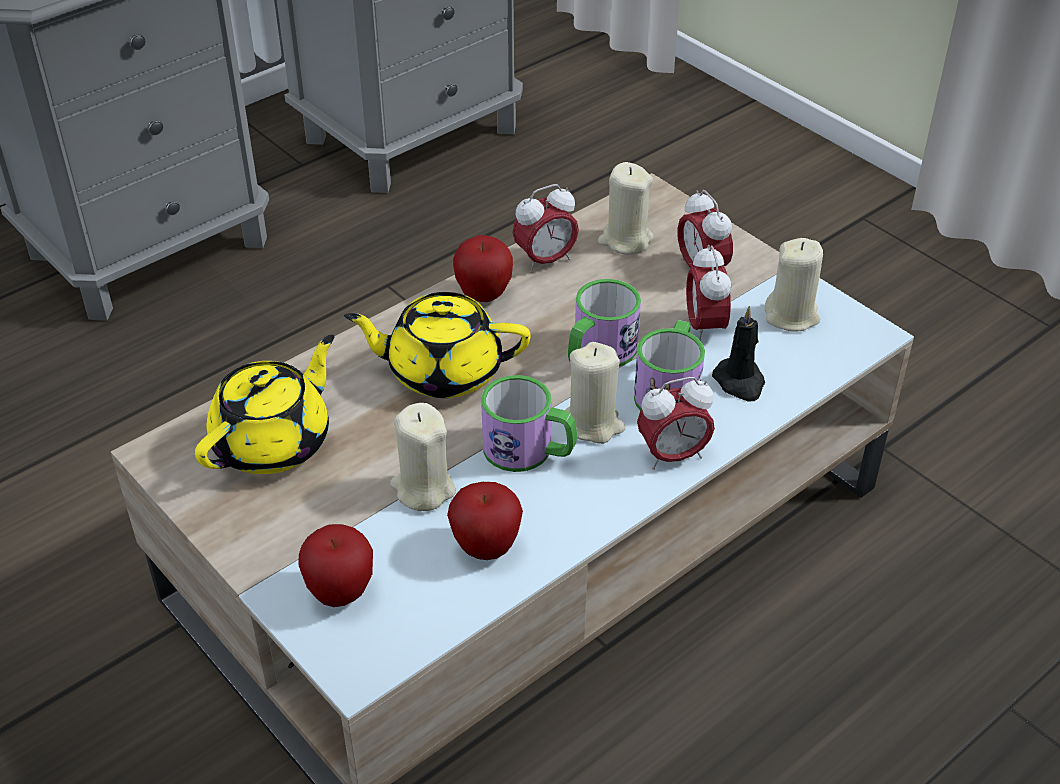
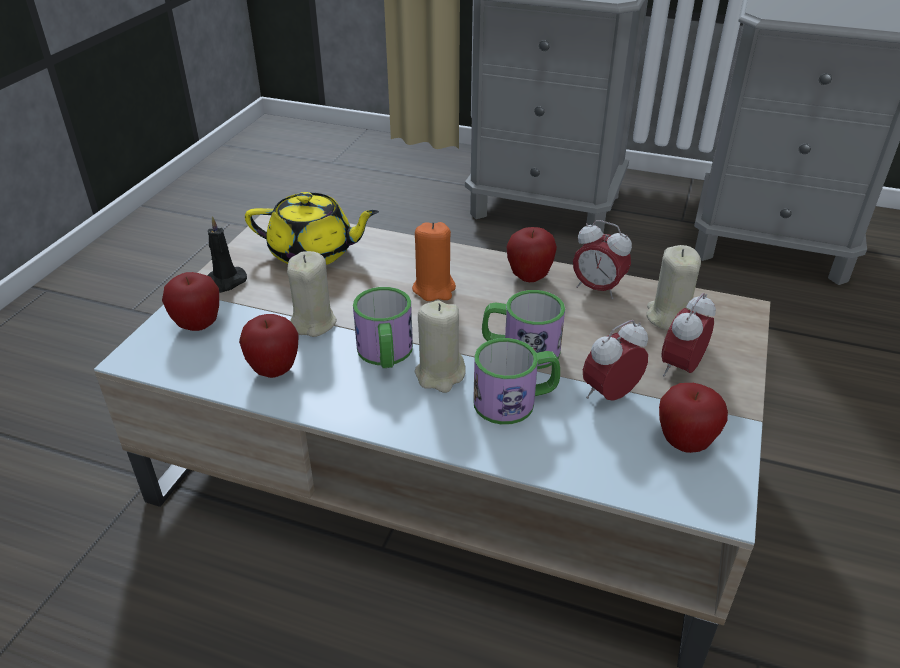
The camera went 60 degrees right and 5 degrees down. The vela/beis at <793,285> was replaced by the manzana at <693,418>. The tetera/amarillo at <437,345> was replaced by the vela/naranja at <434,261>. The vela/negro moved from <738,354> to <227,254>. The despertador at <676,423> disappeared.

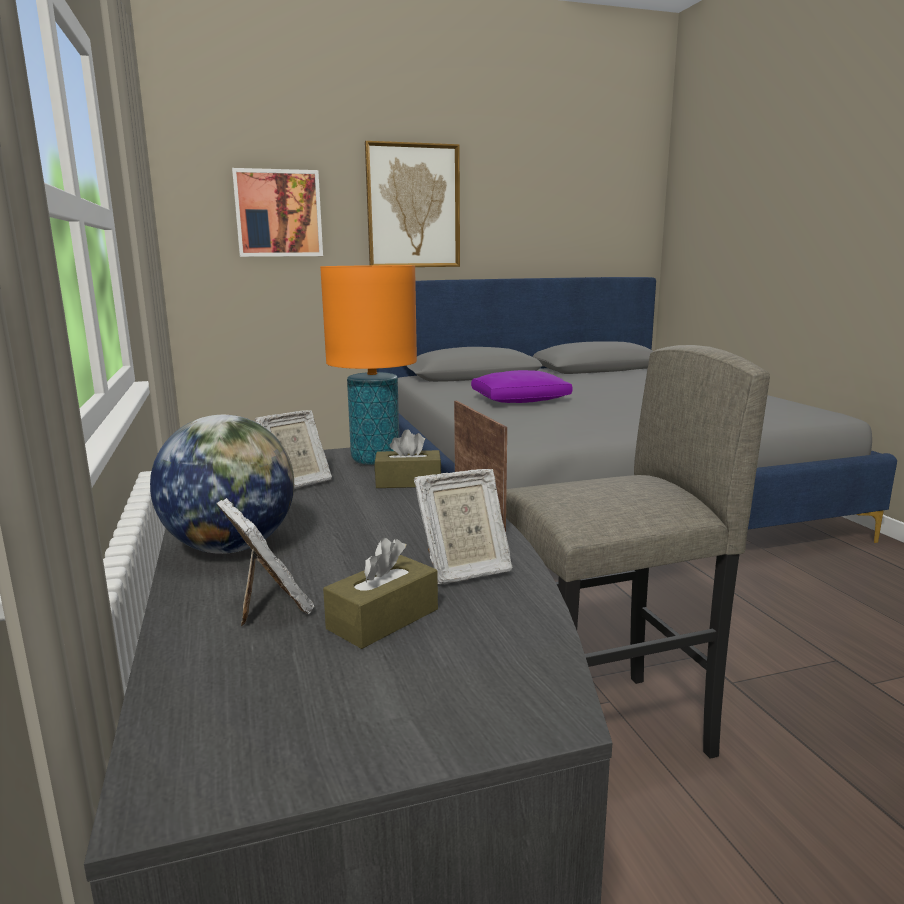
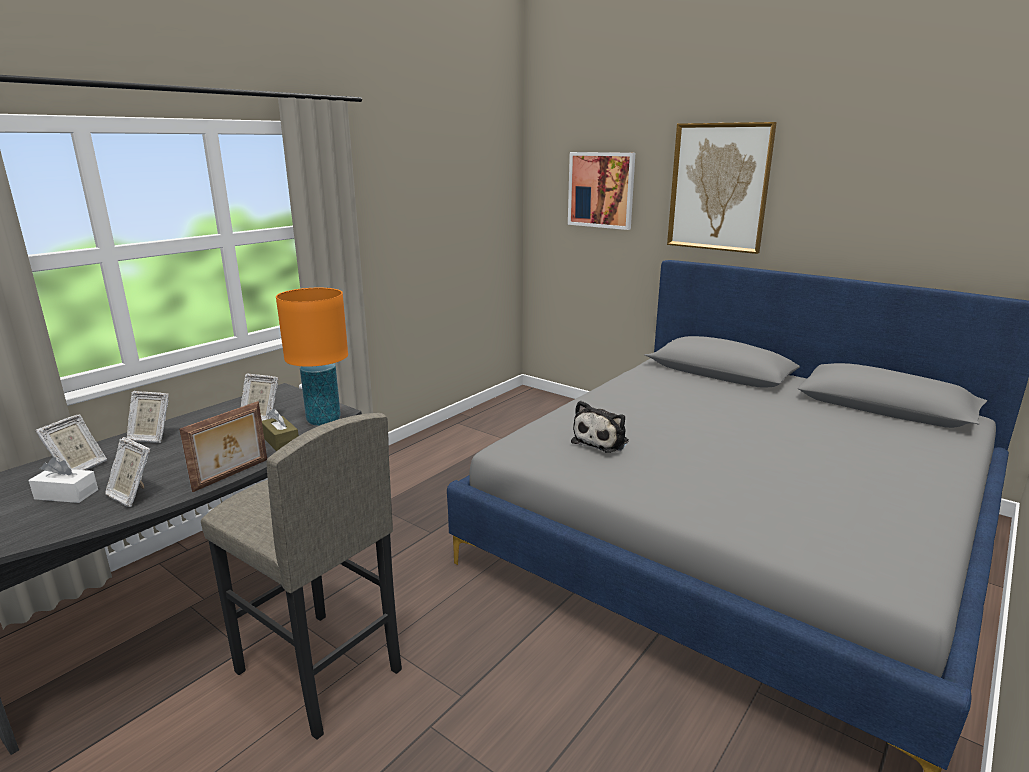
The camera went 55 degrees right and 5 degrees up. The cojín/morado at <522,386> disappeared. The globo terráqueo at <222,484> was replaced by the portarretratos at <148,417>. The caja de pañuelos/marrón at <380,593> became the caja de pañuelos/blanco at <63,480>. The peluche at <600,427> appeared.

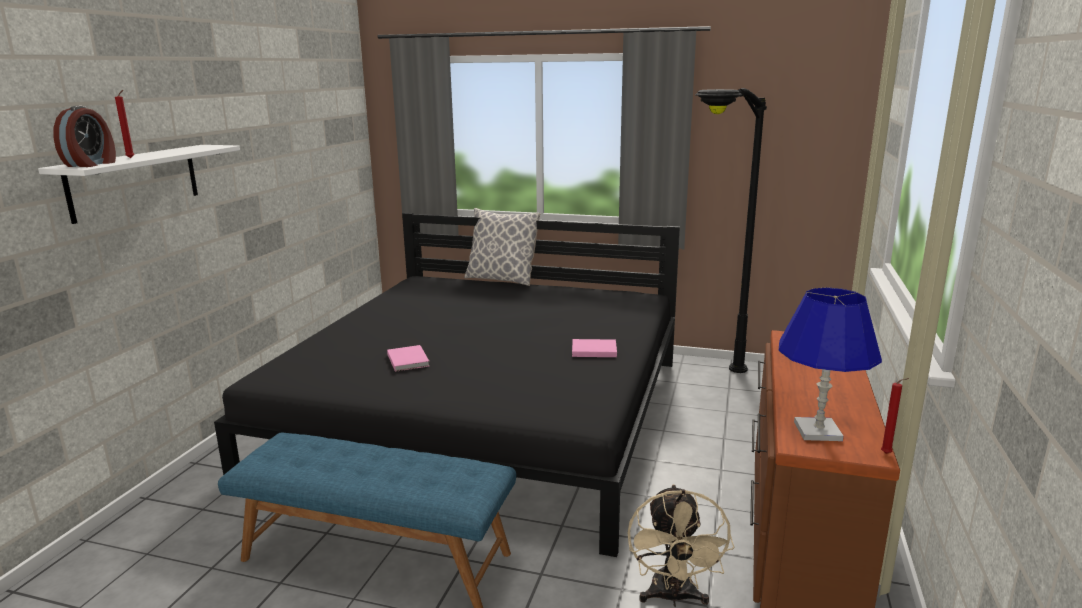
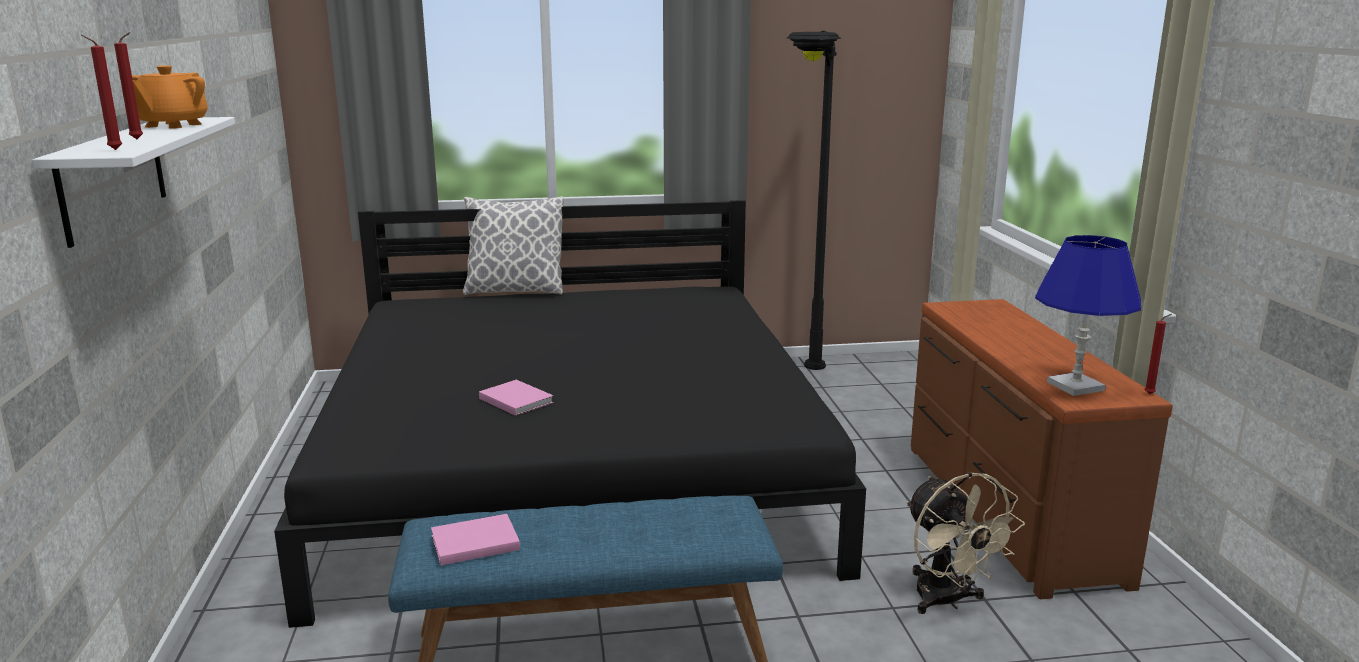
The camera went 25 degrees left and 0 degrees up. The despertador at <85,136> was replaced by the vela/rojo at <101,92>. The libro/rosa moved from <594,348> to <475,539>. The tetera/naranja at <170,97> appeared.

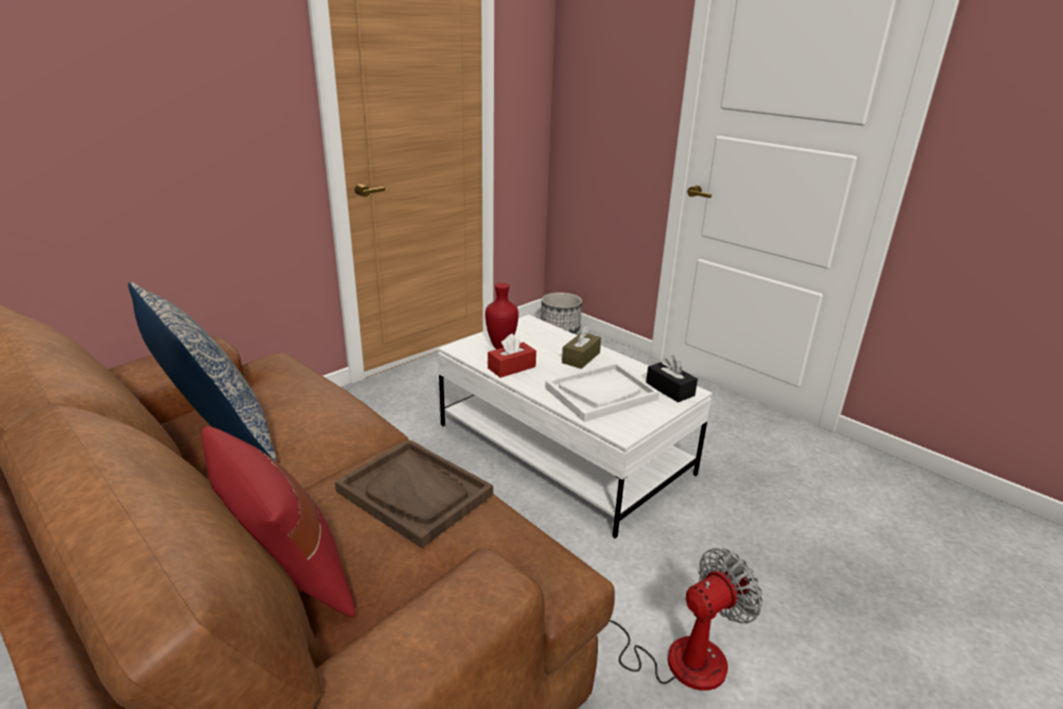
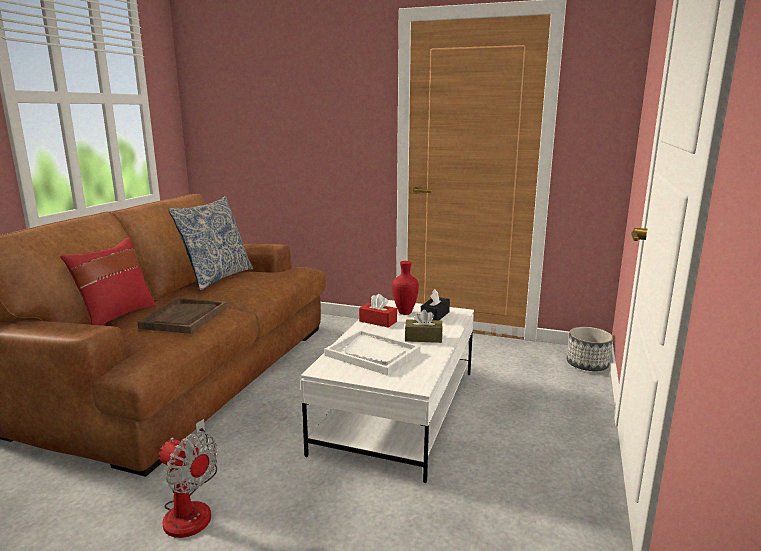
The camera went 65 degrees right and 10 degrees down. The caja de pañuelos/negro moved from <672,378> to <435,304>.

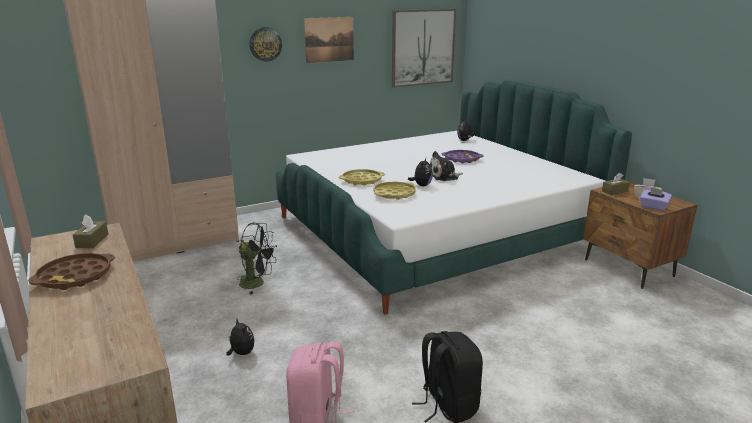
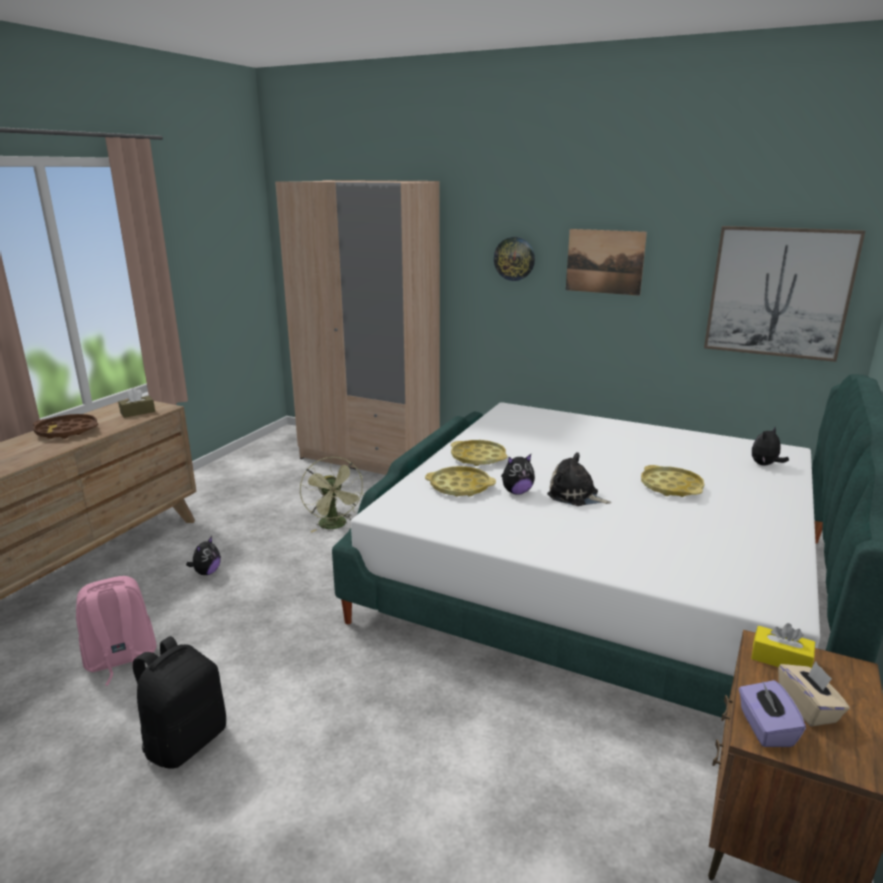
The camera went 55 degrees right and 0 degrees up. The bandeja/morado at <463,156> became the bandeja/amarillo at <672,481>. The caja de pañuelos/marrón at <616,184> became the caja de pañuelos/amarillo at <783,645>. The ventilador/negro at <256,259> became the ventilador/verde at <332,494>.

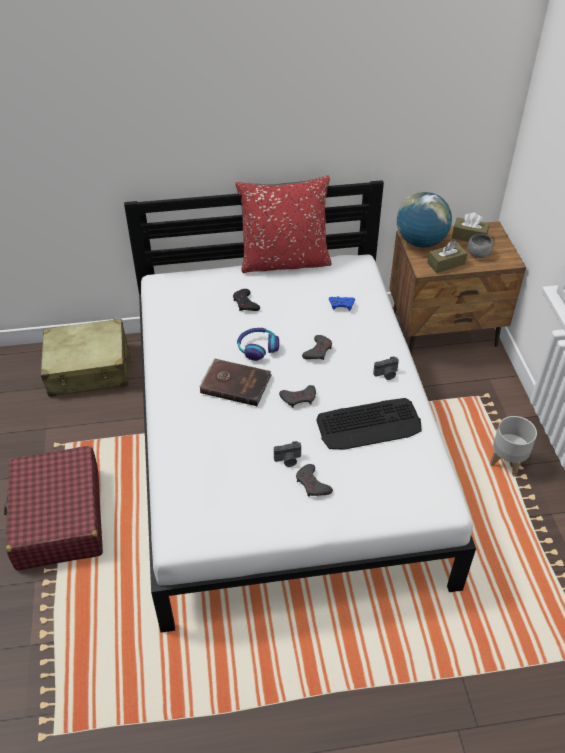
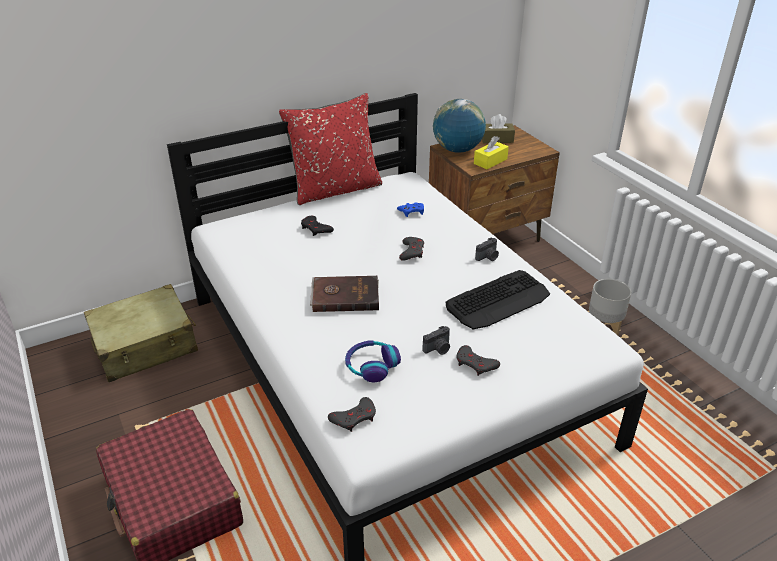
The camera went 20 degrees left and 10 degrees down. The cuenco/gris at <480,246> disappeared. The caja de pañuelos/marrón at <447,257> became the caja de pañuelos/amarillo at <491,152>. The auriculares moved from <258,344> to <373,361>. The mando de consola/gris moved from <297,396> to <352,414>.

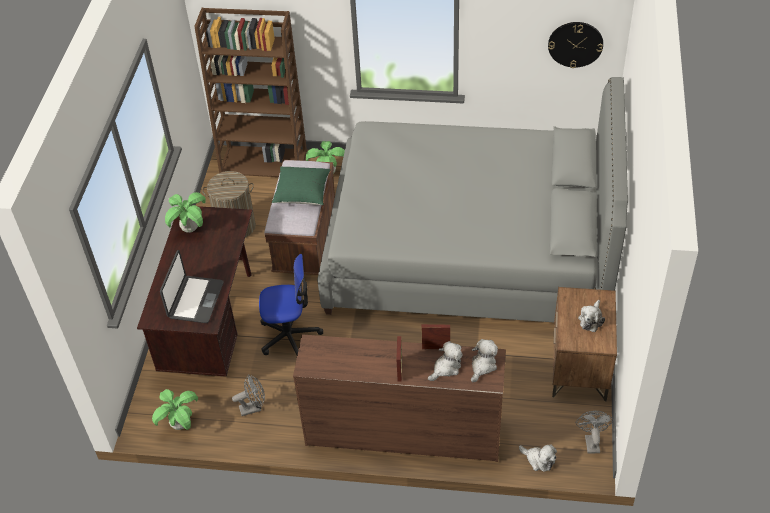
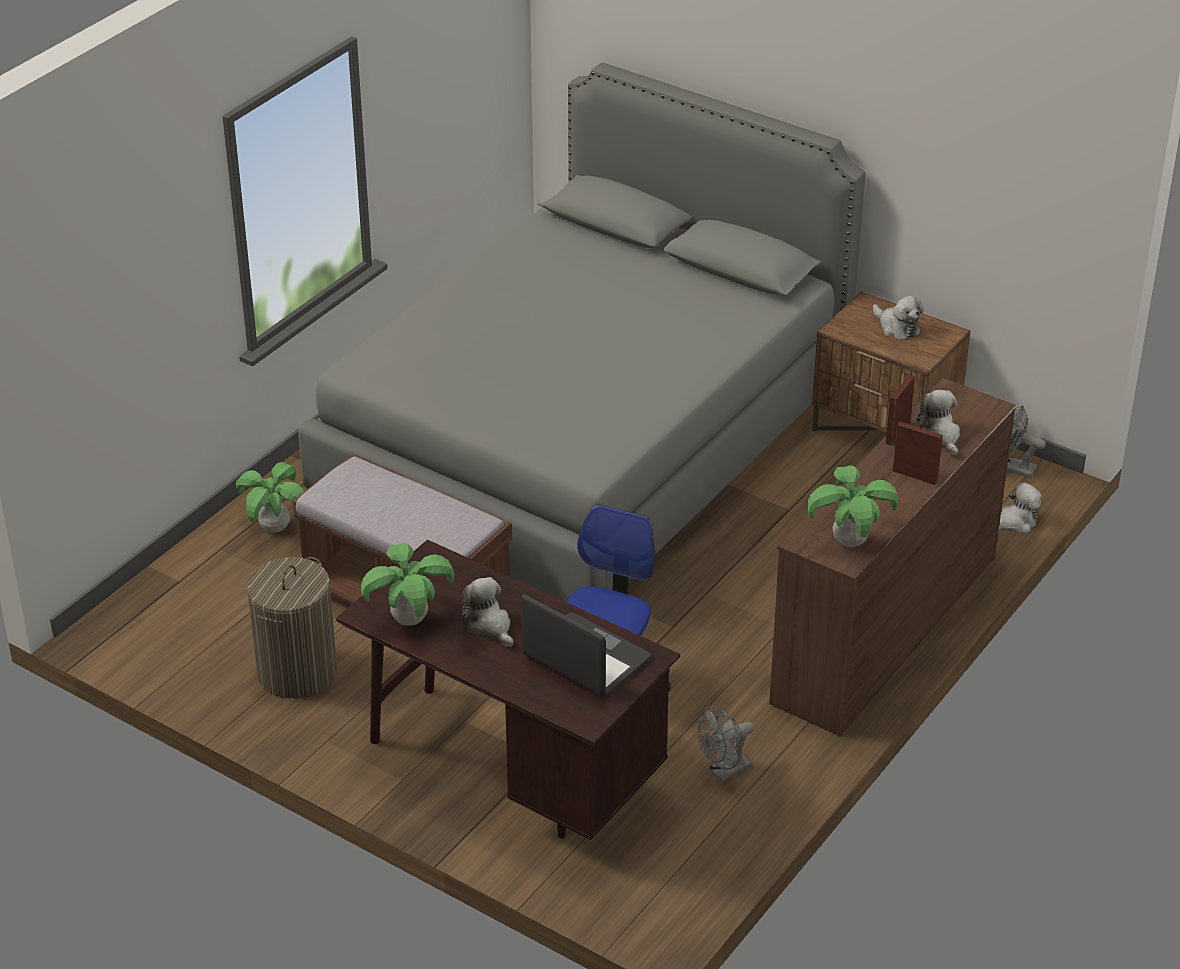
The camera went 65 degrees left and 10 degrees down. The estantería/marrón at <250,92> disappeared. The reloj de pared at <575,45> disappeared. The cojín/verde at <301,185> disappeared. The peluche moved from <484,360> to <487,612>. The ventilador/gris at <248,395> turned 135 degrees counterclockwise. The planta en maceta moved from <175,409> to <853,506>.

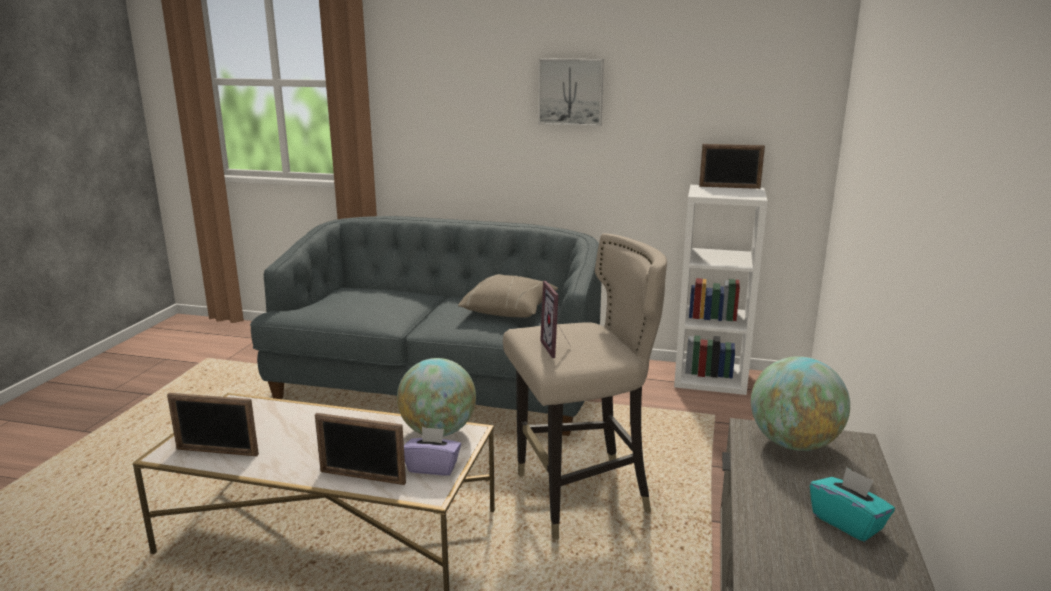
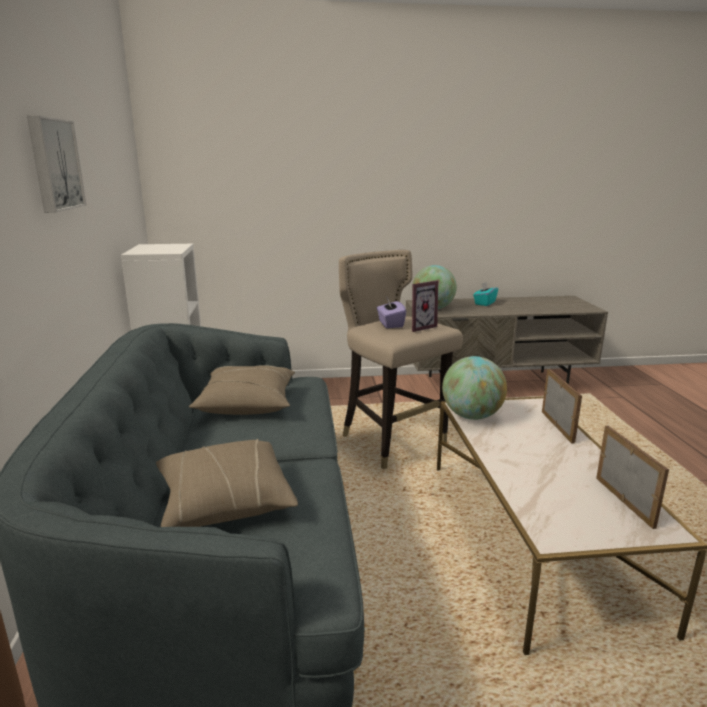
The camera went 110 degrees left and 0 degrees up. The portarretratos at <732,166> disappeared. The caja de pañuelos/morado moved from <432,451> to <391,312>. The cojín/beis at <227,483> appeared.

